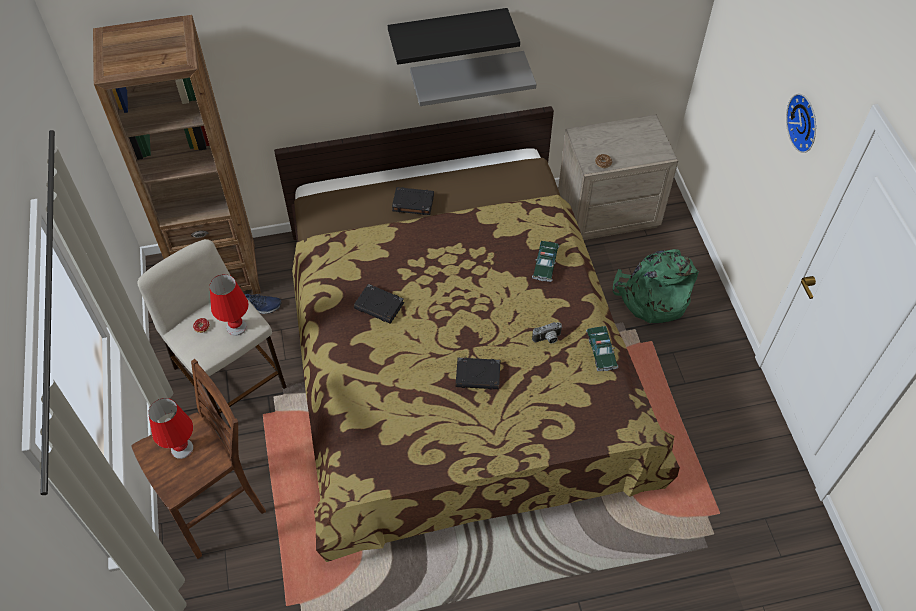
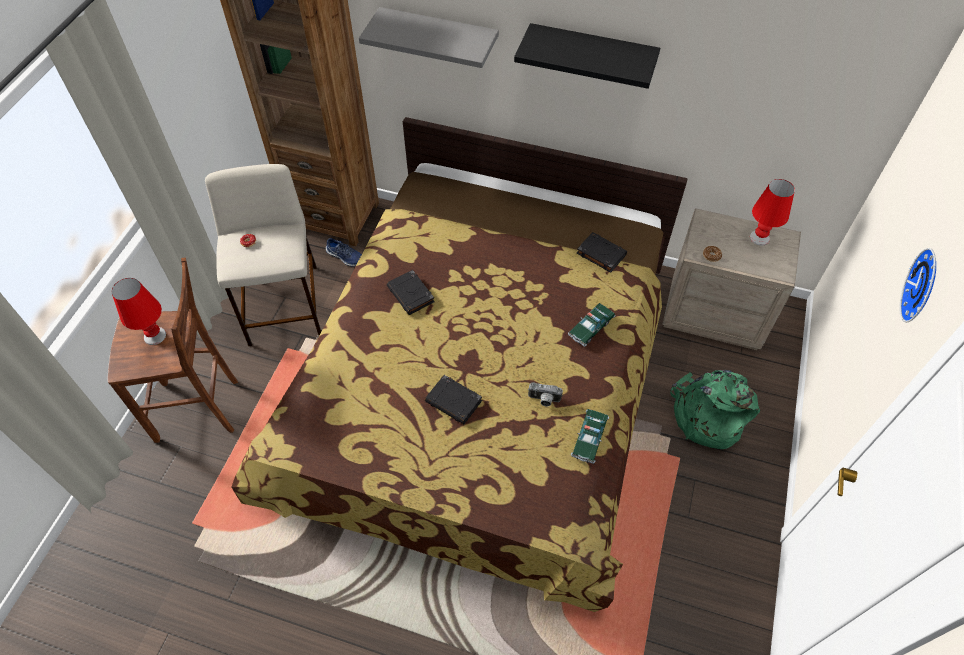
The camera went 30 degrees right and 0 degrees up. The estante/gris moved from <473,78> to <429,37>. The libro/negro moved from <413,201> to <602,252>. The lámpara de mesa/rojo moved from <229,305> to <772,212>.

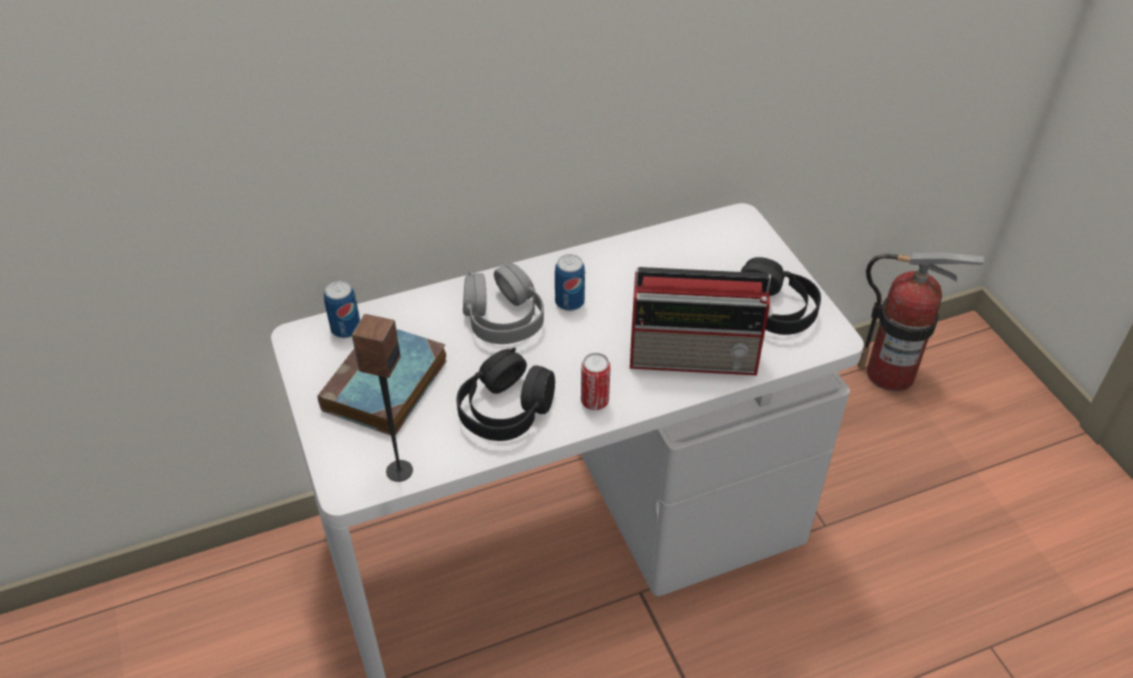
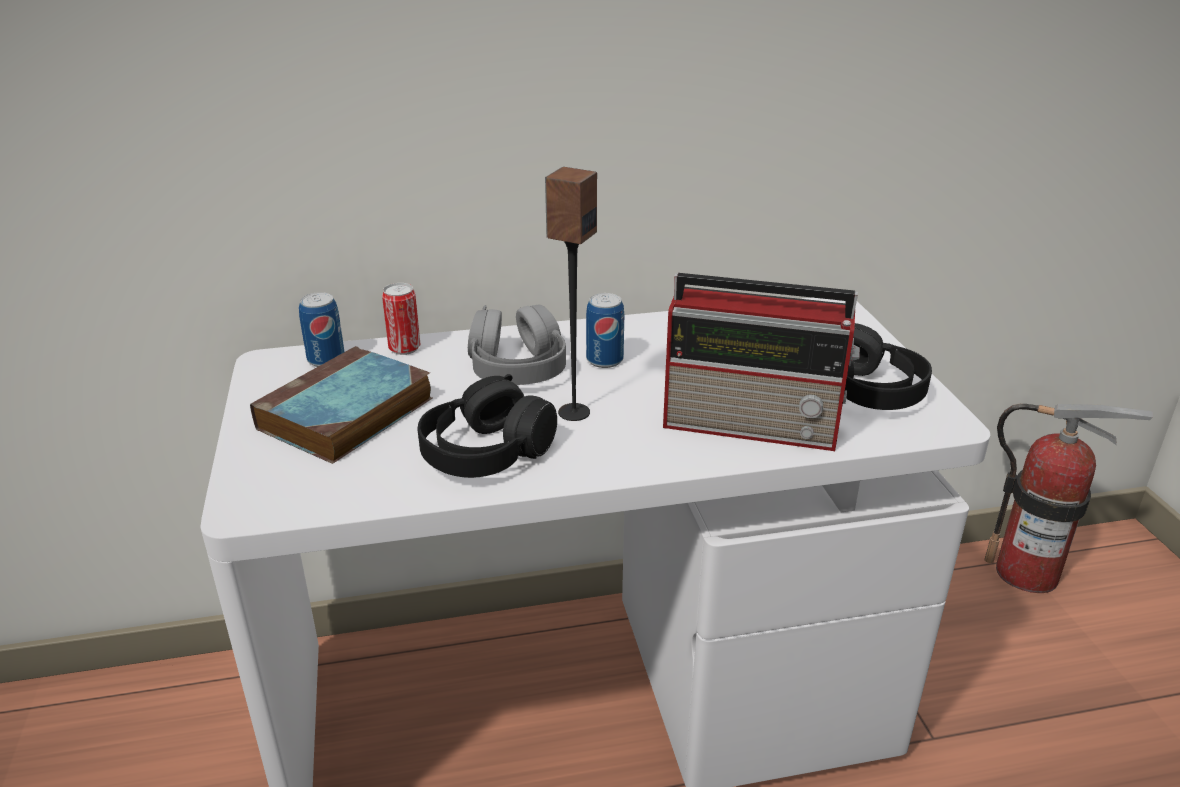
The camera went 10 degrees right and 15 degrees down. The altavoz moved from <382,398> to <571,294>. The lata moved from <596,381> to <401,319>.

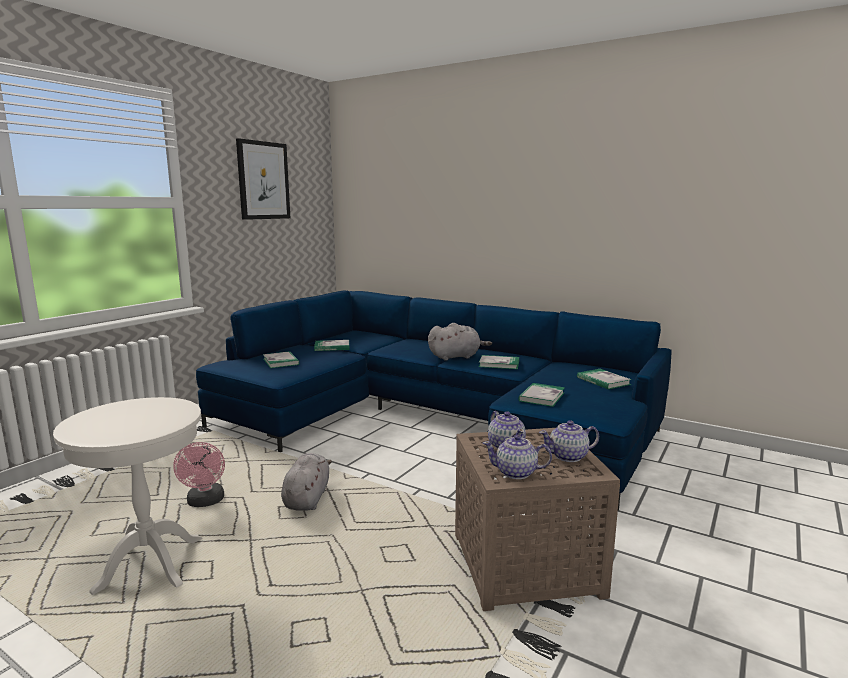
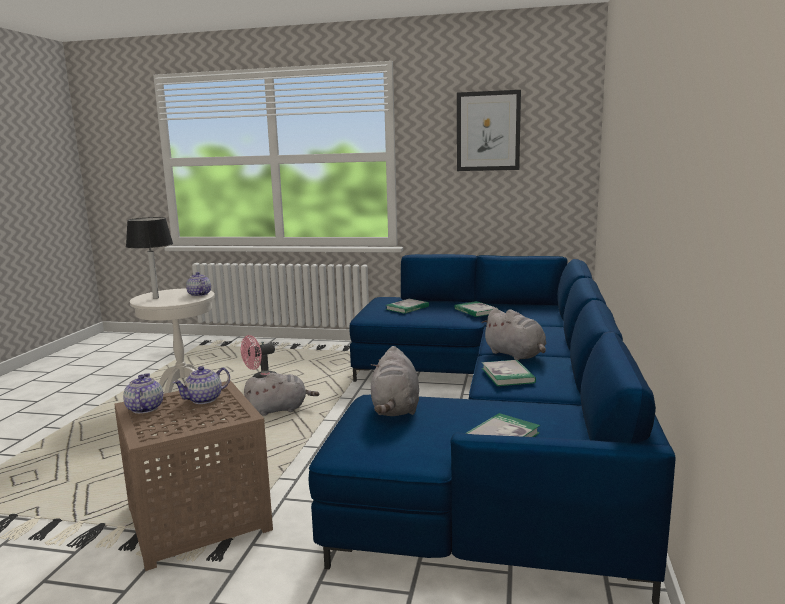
The camera went 70 degrees right and 0 degrees up. The libro at <541,395> was replaced by the peluche/gris at <395,381>. The tetera moved from <569,441> to <198,284>. The lámpara de mesa/negro at <149,258> appeared.

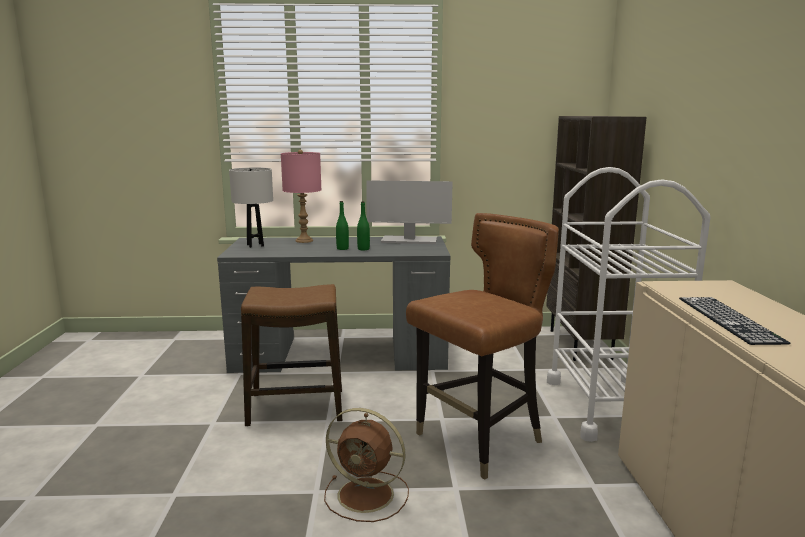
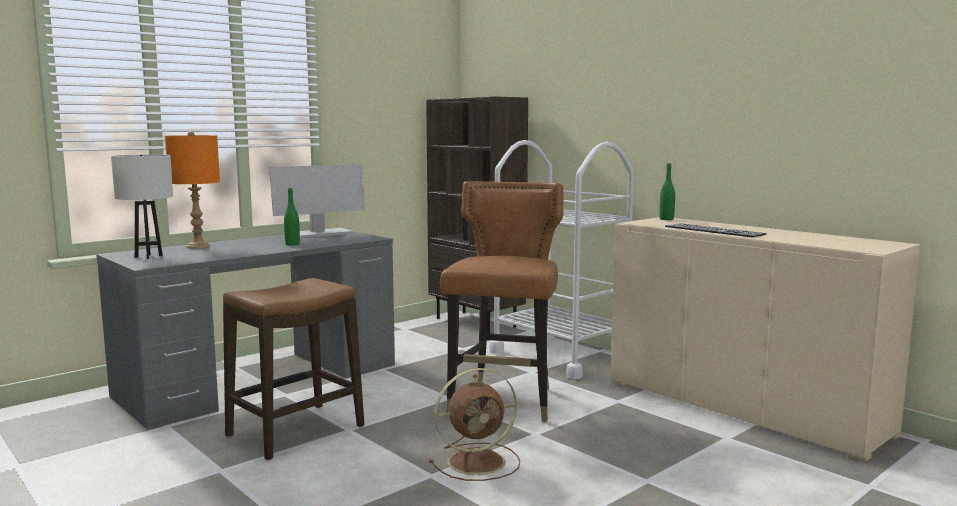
The camera went 40 degrees left and 5 degrees down. The lámpara de mesa/rosa at <301,196> became the lámpara de mesa/naranja at <192,190>. The botella/verde moved from <342,225> to <667,191>.

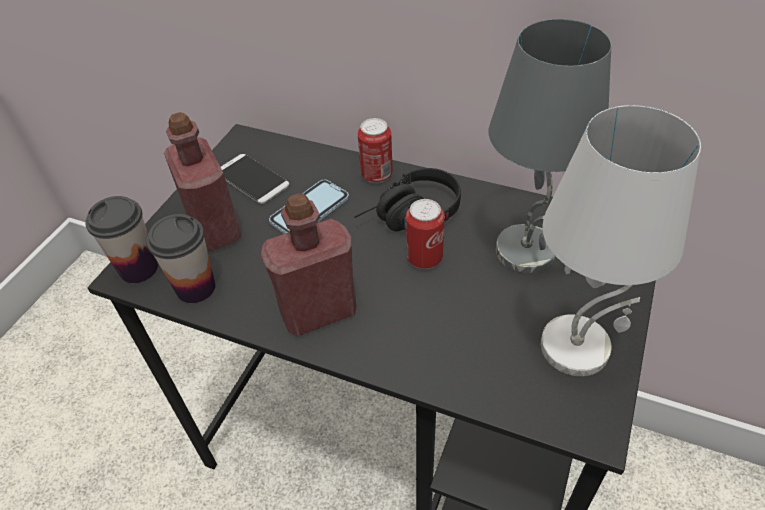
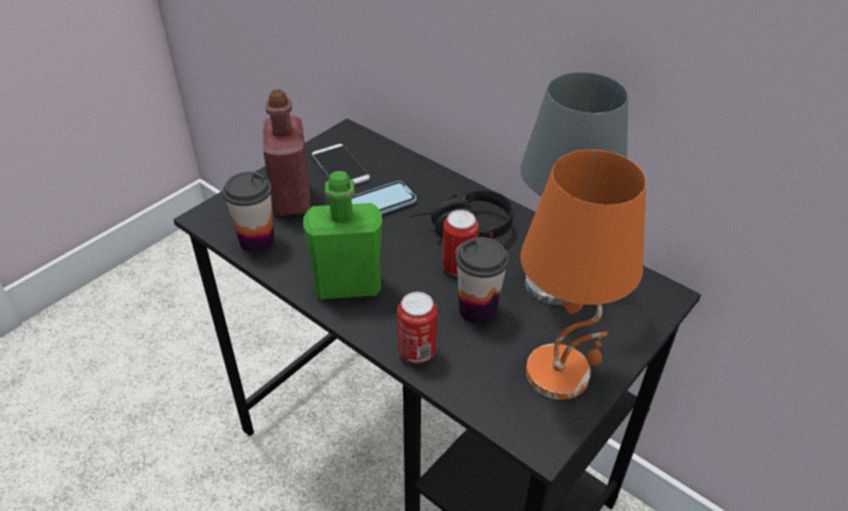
The camera went 15 degrees right and 5 degrees down. The lámpara de mesa/blanco at <621,240> became the lámpara de mesa/naranja at <583,275>. The lata moved from <375,150> to <417,328>. The botella/rojo at <309,265> became the botella/verde at <342,235>. The taza moved from <121,239> to <482,280>.

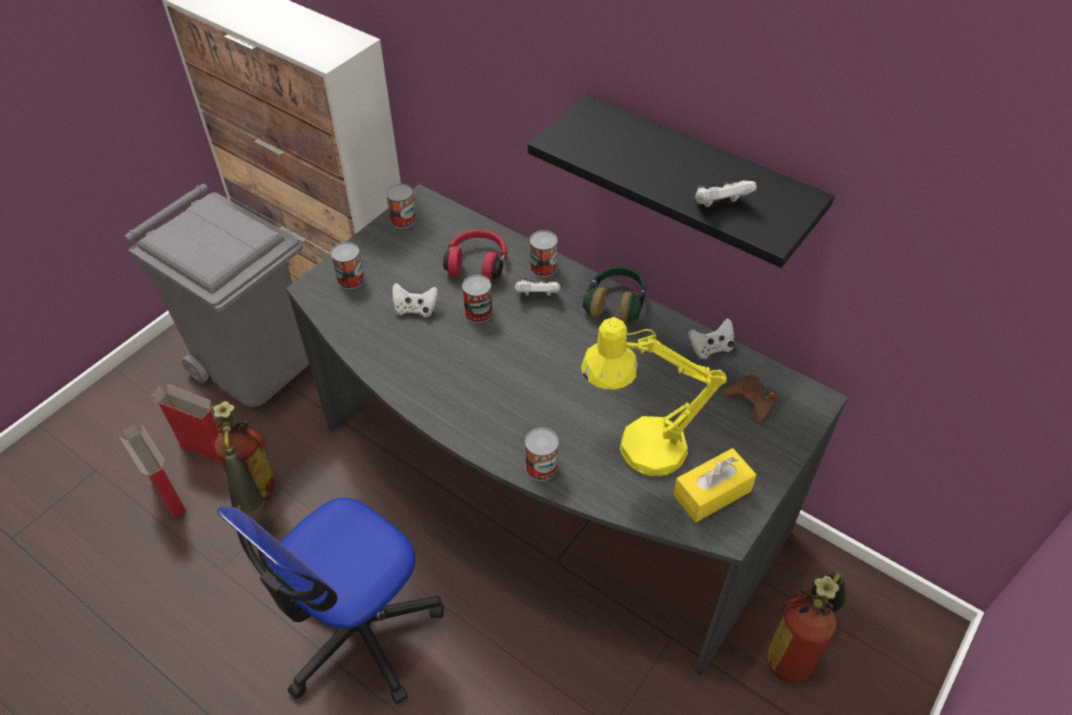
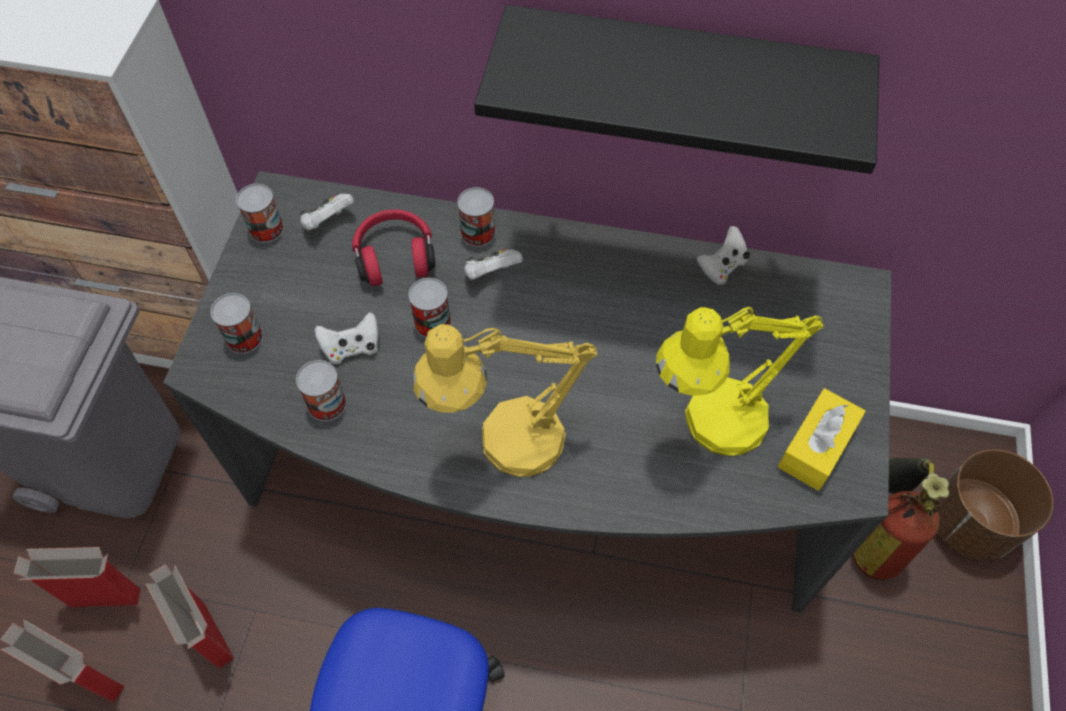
The camera went 25 degrees left and 10 degrees up. The mando de consola/blanco moved from <726,194> to <327,212>. The auriculares at <614,295> disappeared. The mando de consola/marrón at <749,399> disappeared. The extintor at <244,458> was replaced by the caja de cartón at <189,616>. The lata moved from <542,454> to <321,390>. The lámpara de mesa/amarillo at <505,400> appeared. The maceta/marrón at <995,505> appeared.

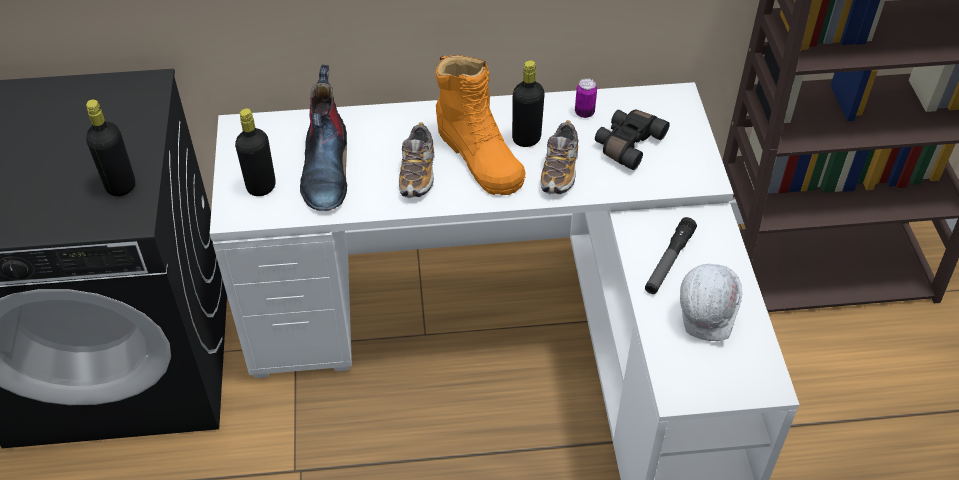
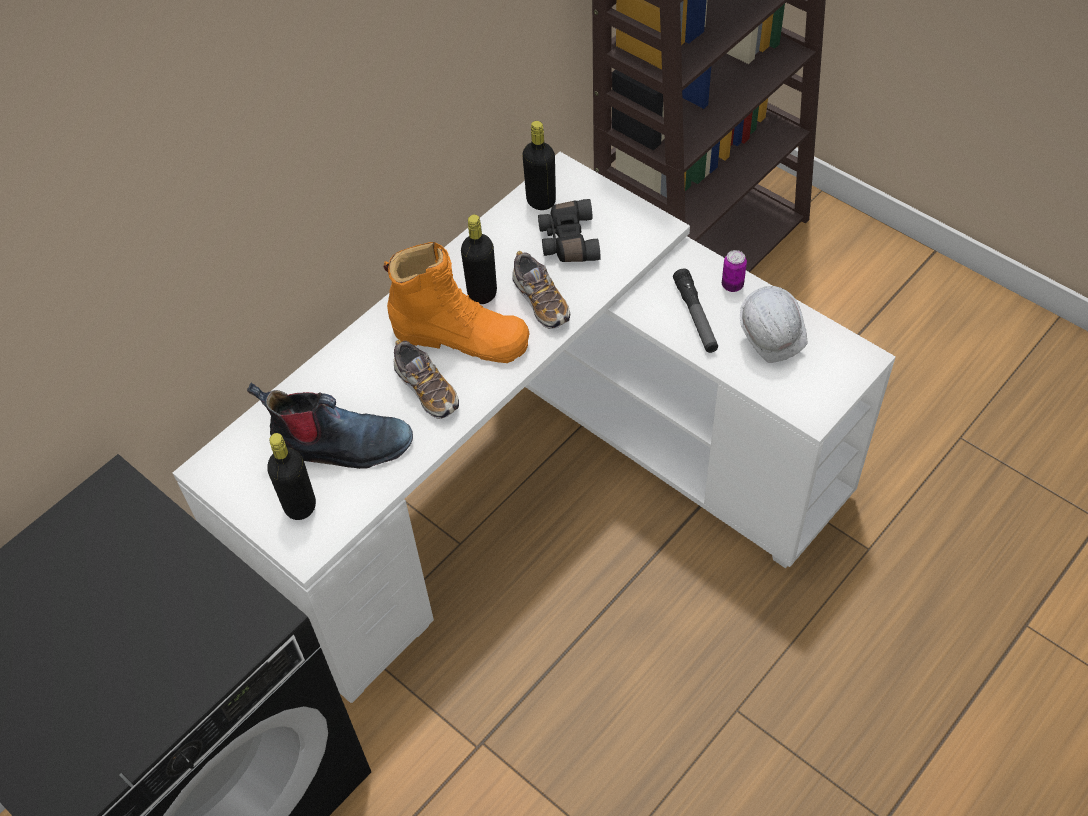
The camera went 40 degrees left and 5 degrees up. The bota at <323,138> turned 45 degrees counterclockwise. The lata moved from <586,98> to <734,271>. The botella/negro moved from <110,148> to <539,165>.

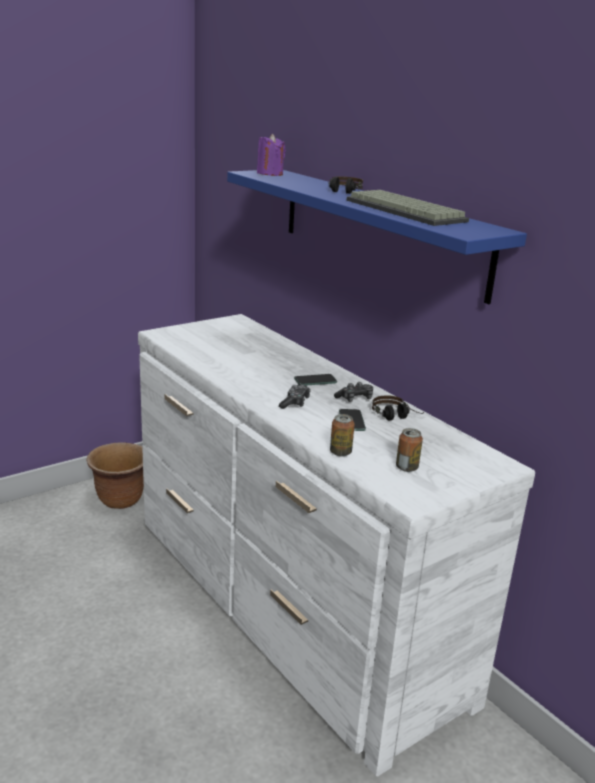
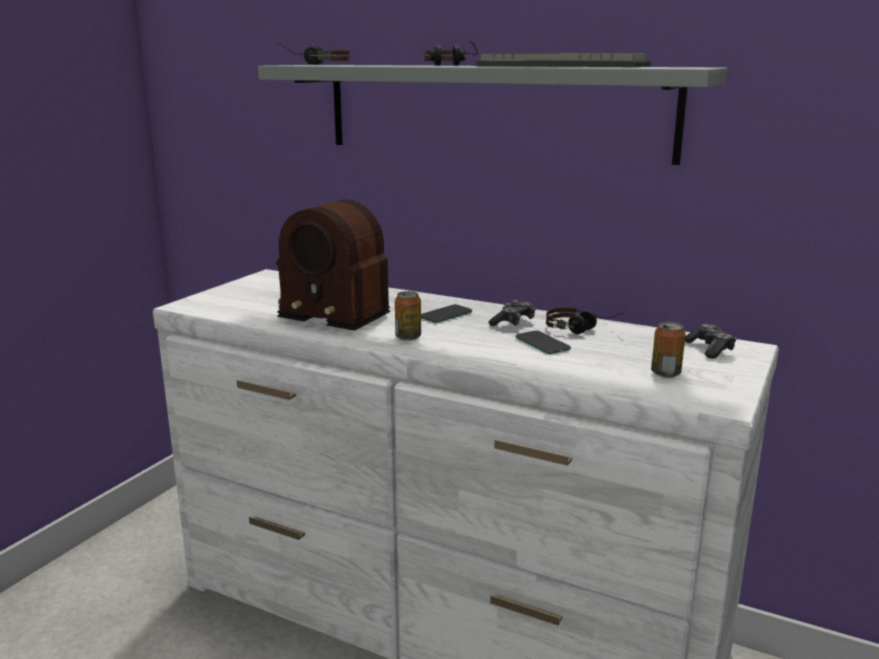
The camera went 25 degrees left and 5 degrees down. The vela/morado at <271,155> was replaced by the auriculares at <314,54>. The estante/azul at <377,237> became the estante/gris at <492,115>. The mando de consola moved from <295,396> to <710,341>. The lata moved from <342,435> to <408,316>. The maceta/marrón at <115,476> disappeared. The radio at <333,265> appeared.

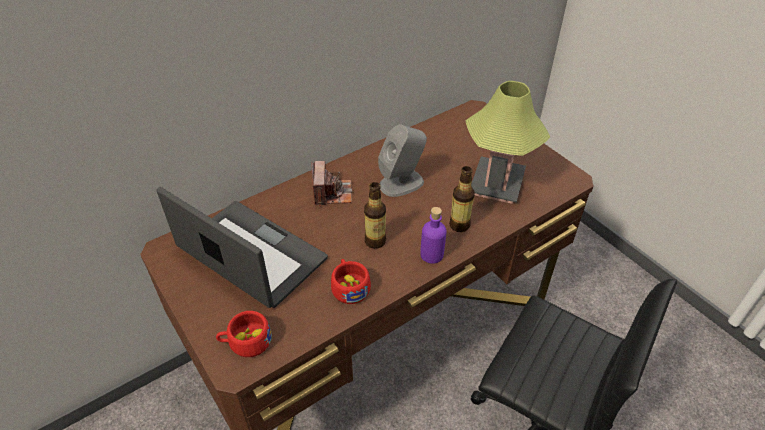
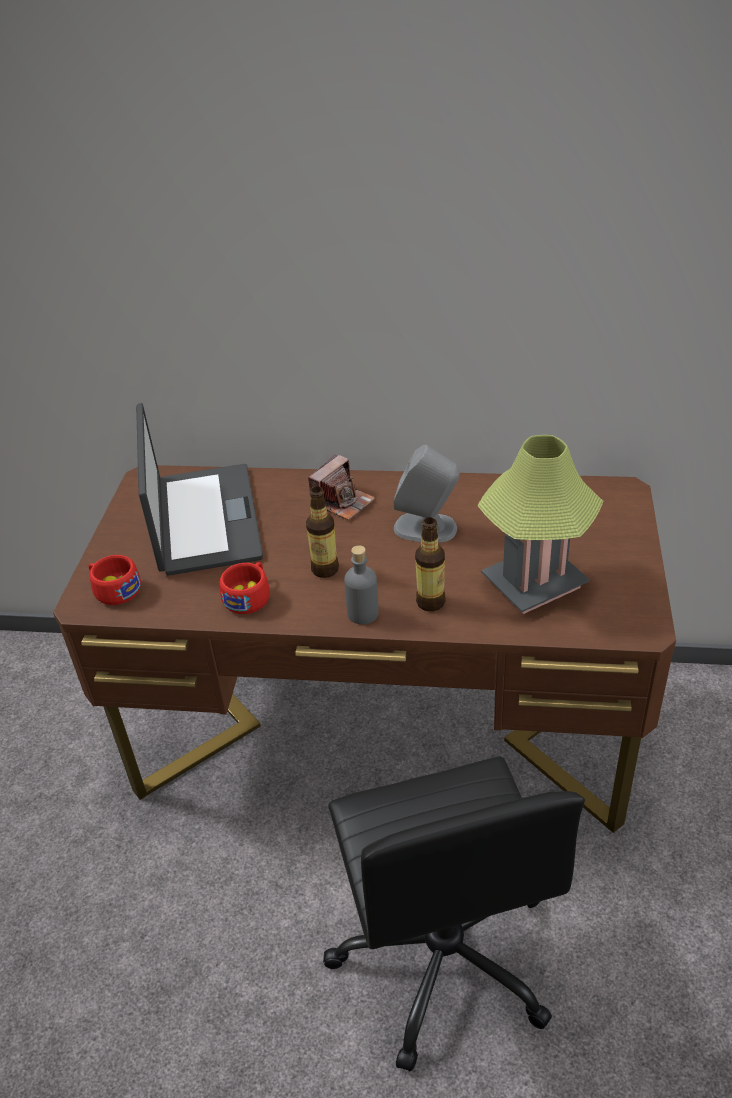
The camera went 45 degrees right and 5 degrees down. The botella/morado at <433,235> became the botella/gris at <361,585>.

